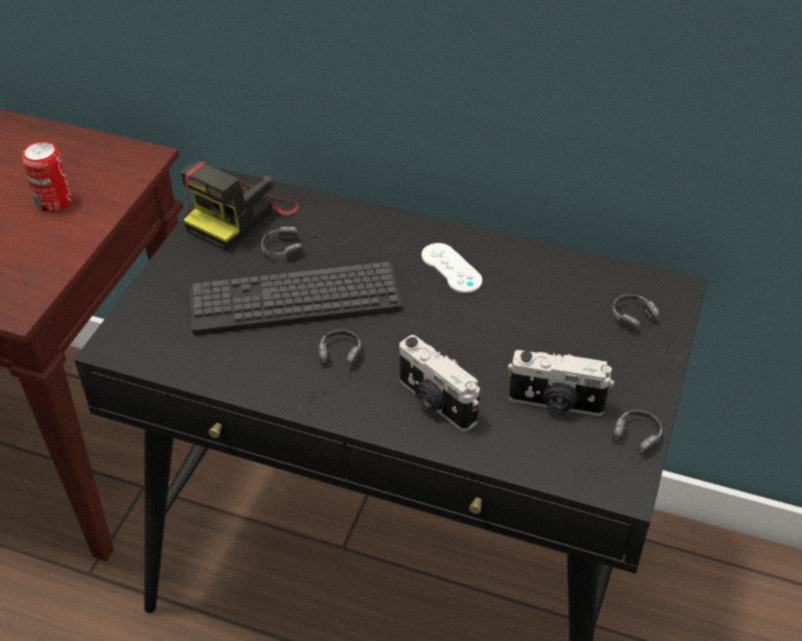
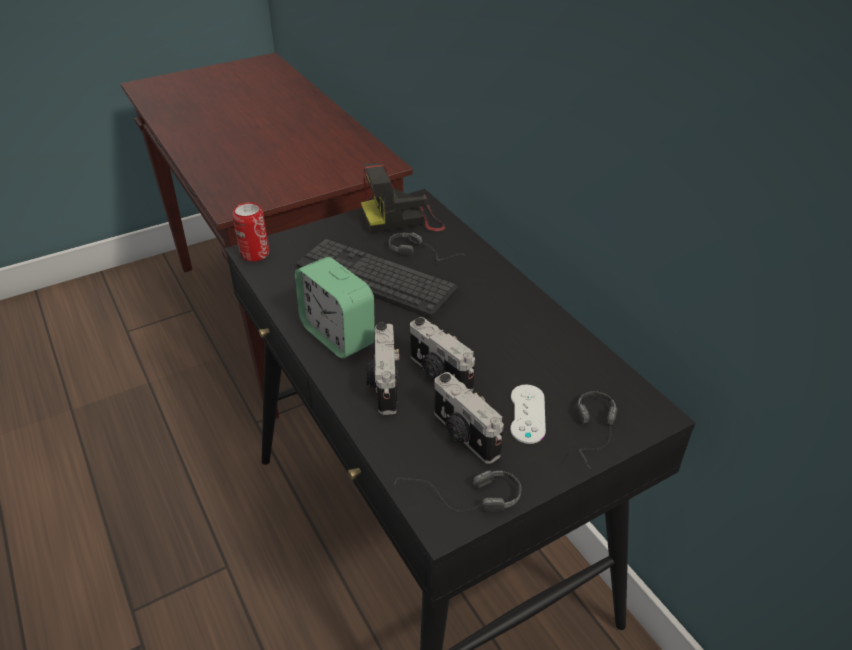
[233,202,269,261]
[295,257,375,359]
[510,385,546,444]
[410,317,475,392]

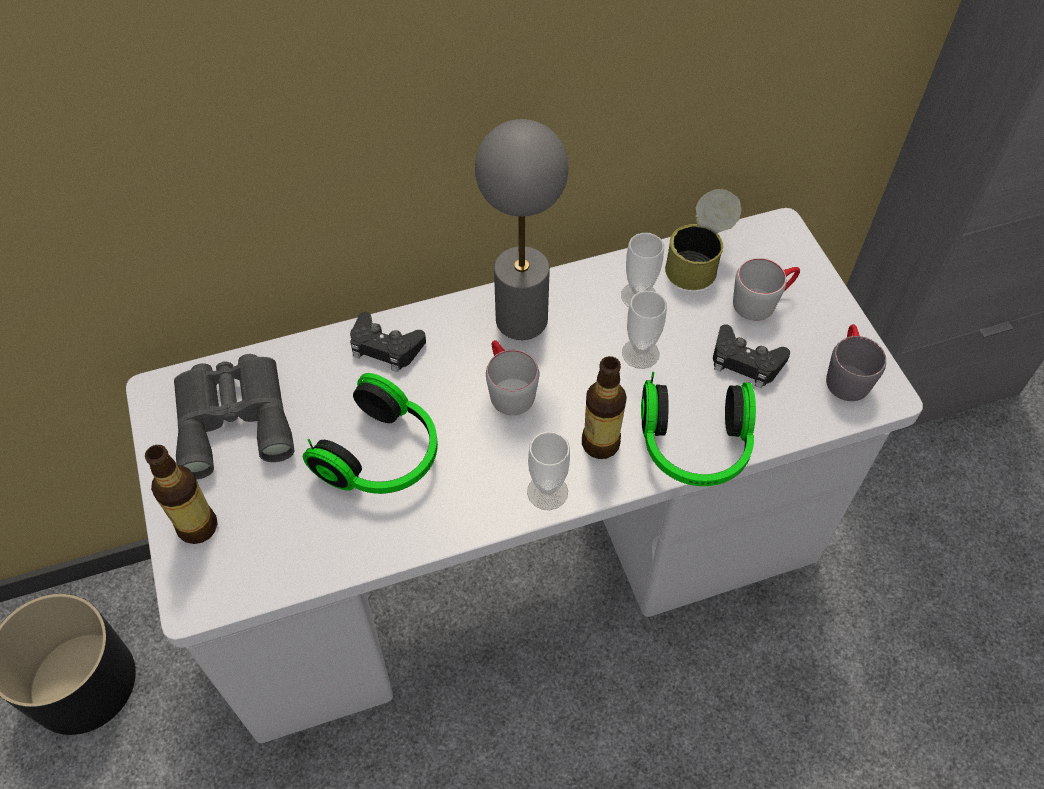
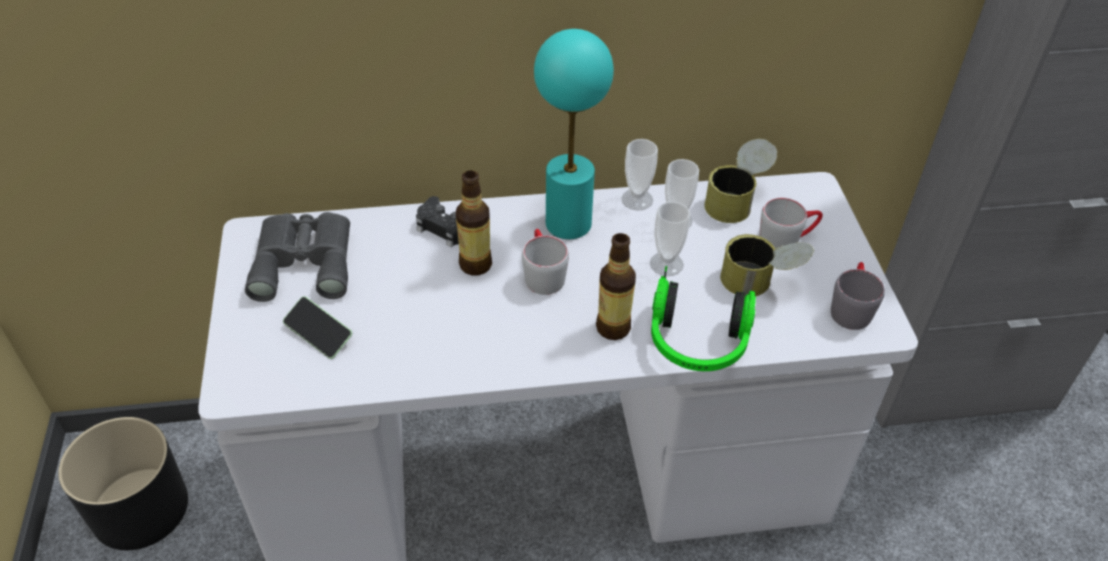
[456,170,492,275]
[303,373,438,494] (first image)
[534,29,614,239]
[621,139,658,211]
[720,234,814,296]
[283,296,352,359]

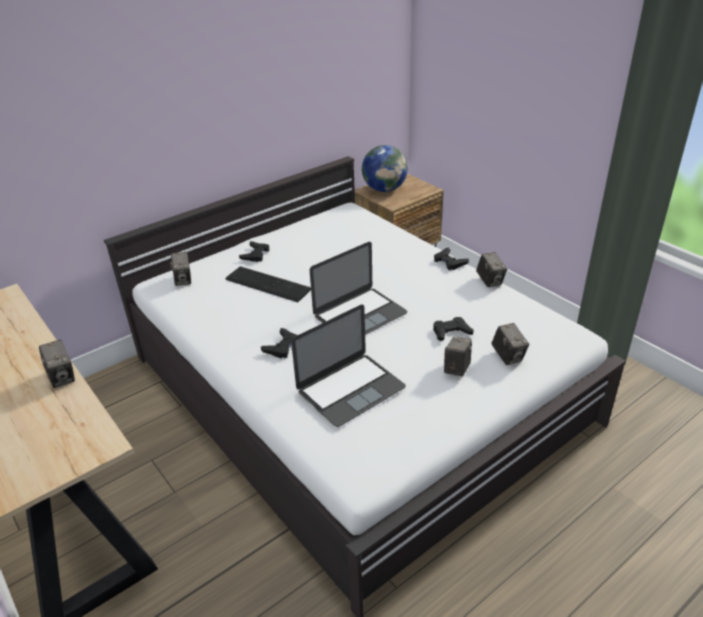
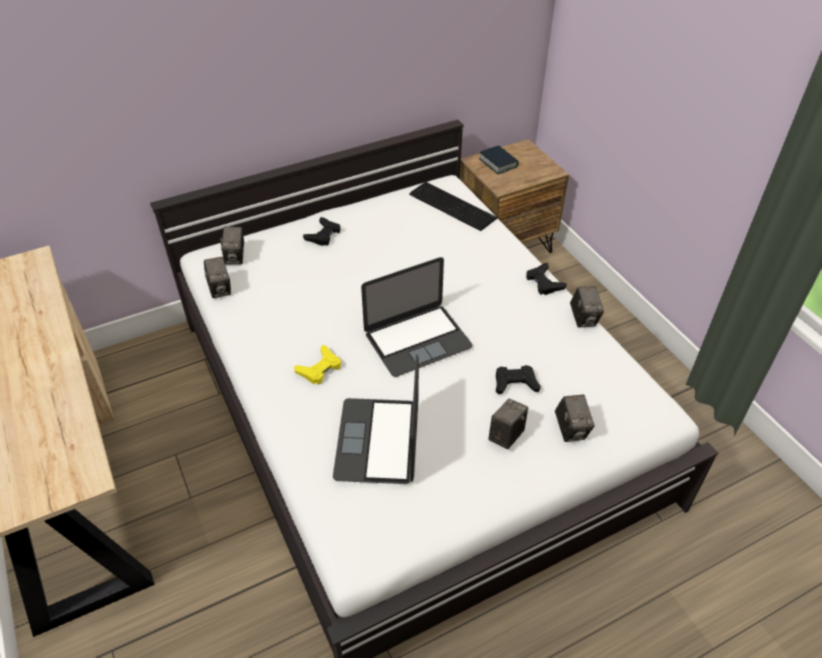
[204,257,231,298]
[409,182,498,231]
[294,345,341,385]
[333,355,419,484]
[479,145,518,174]

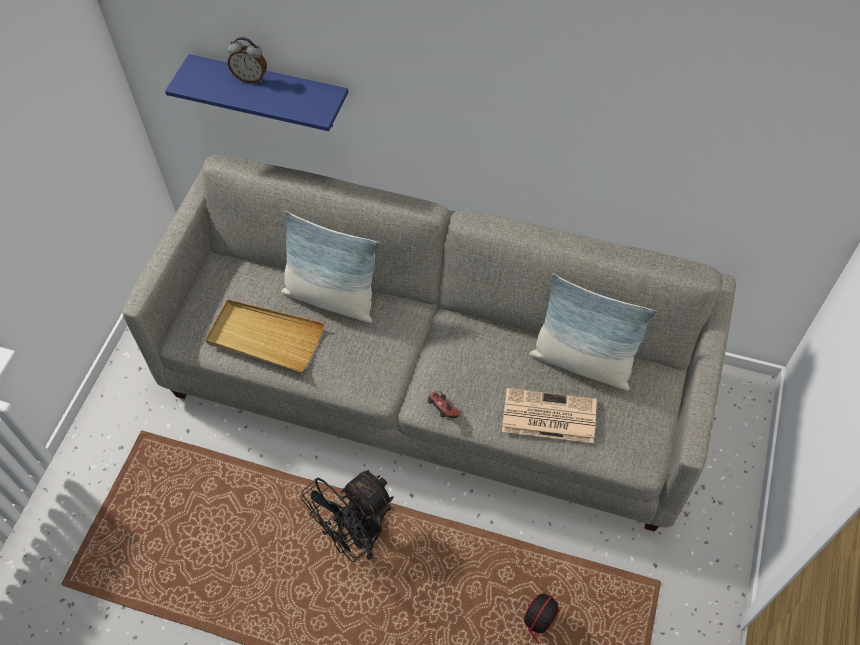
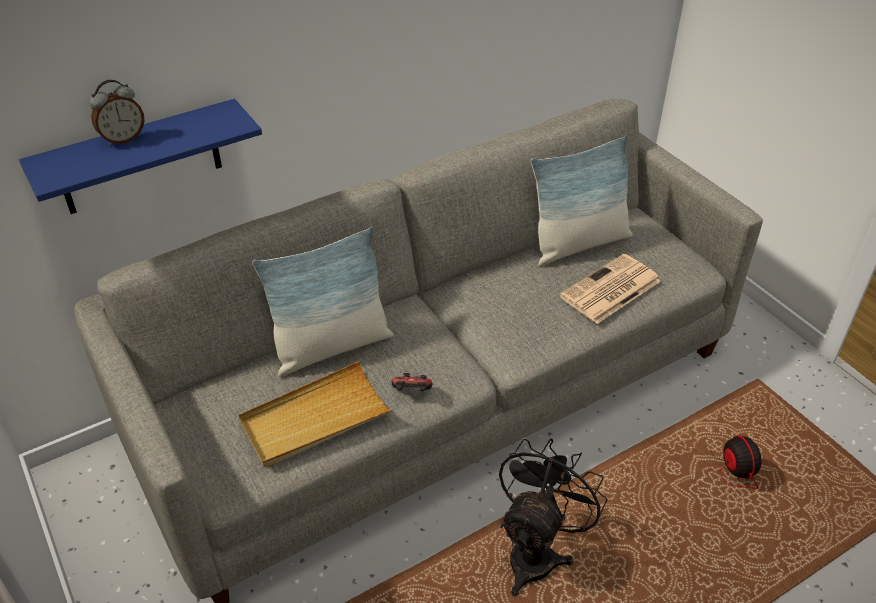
[499,439,608,596]
[392,373,432,391]

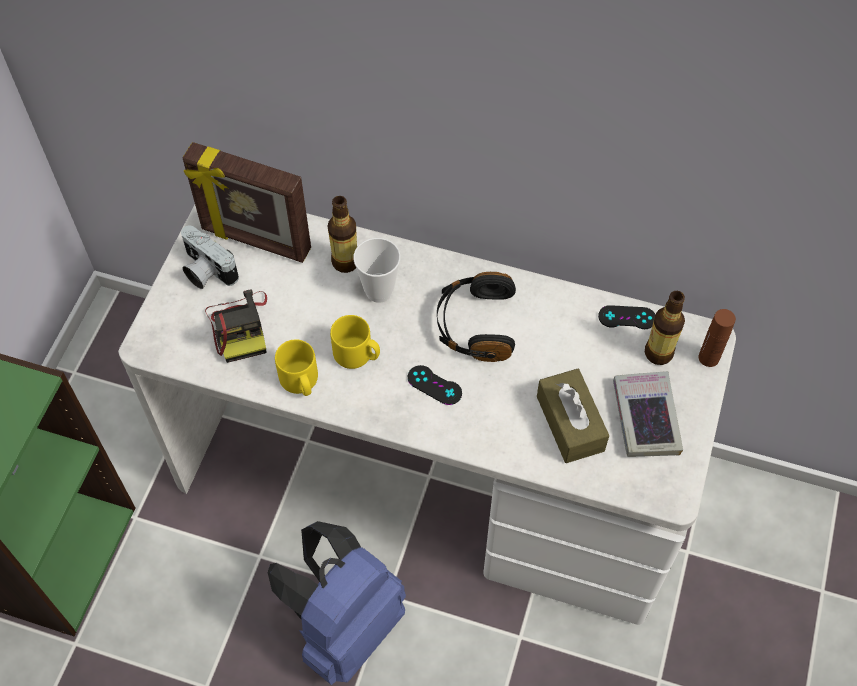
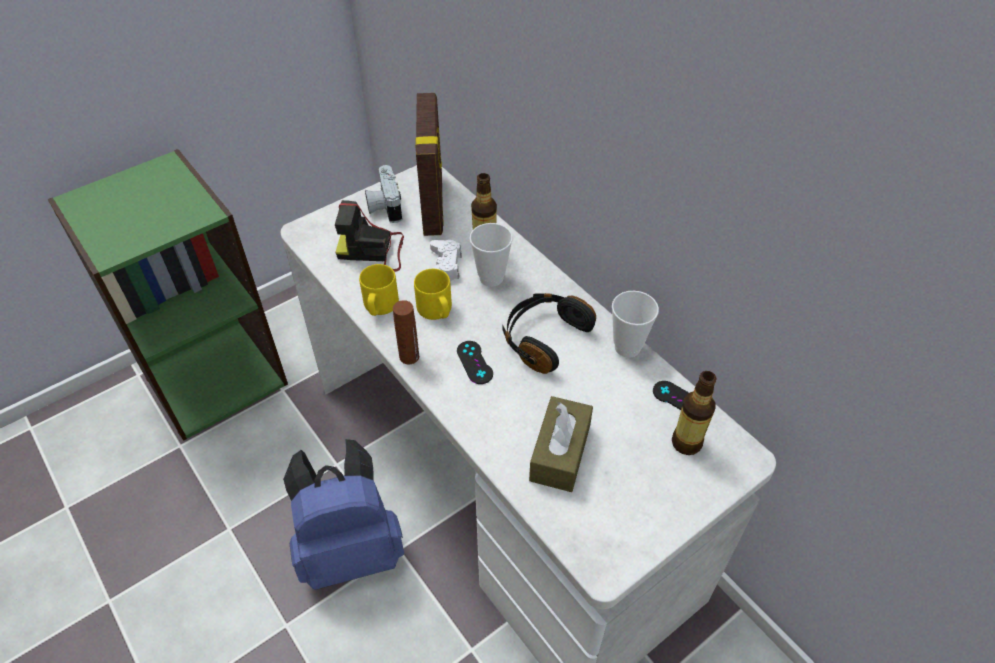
[415,93,443,236]
[335,200,404,272]
[613,371,683,457] (first image)
[393,300,419,364]
[430,240,462,281]
[612,291,659,358]

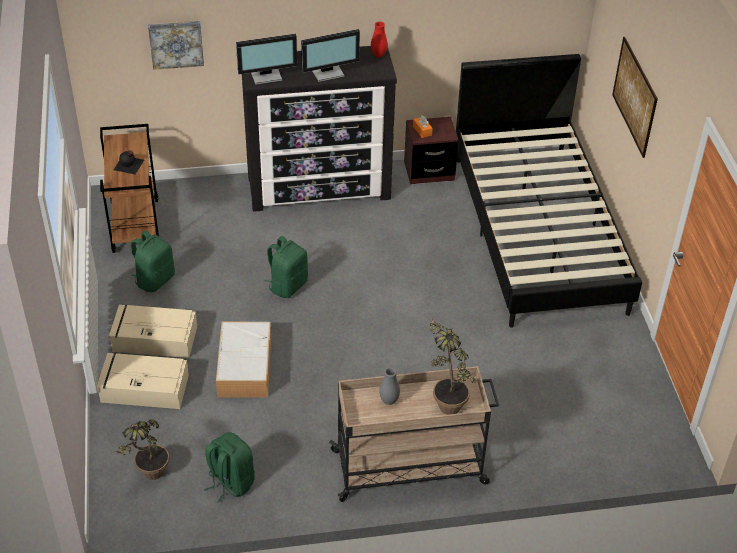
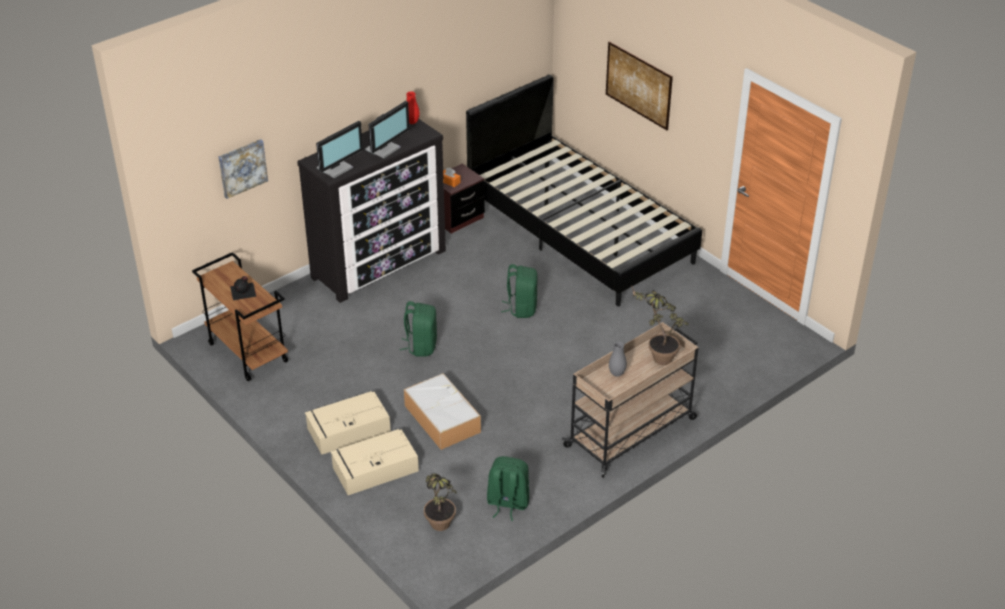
[501,264,537,318]

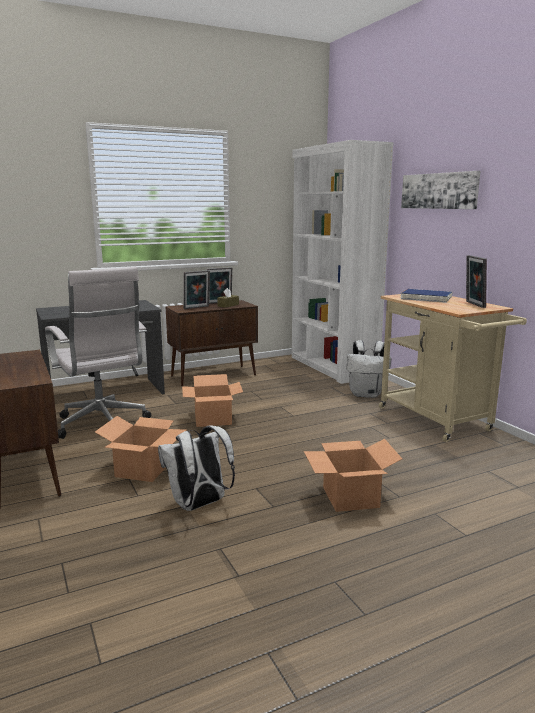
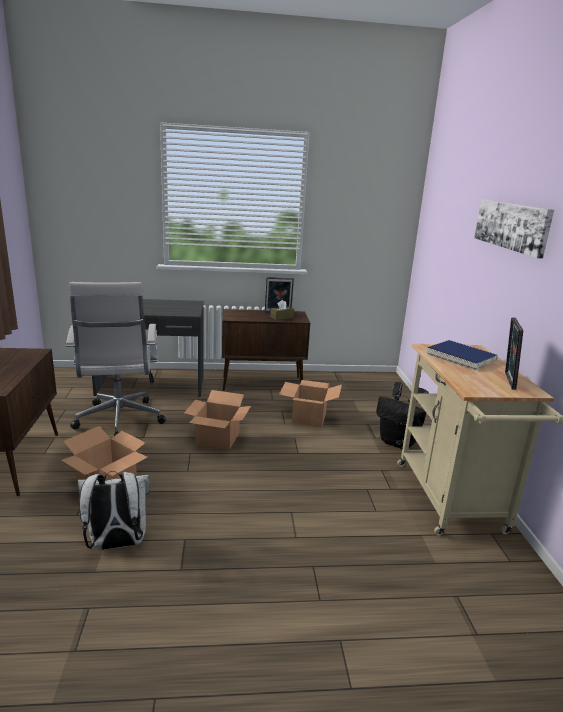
[184,270,210,309] (first image)
[292,140,393,384] (first image)
[279,380,342,428]
[376,382,429,449]

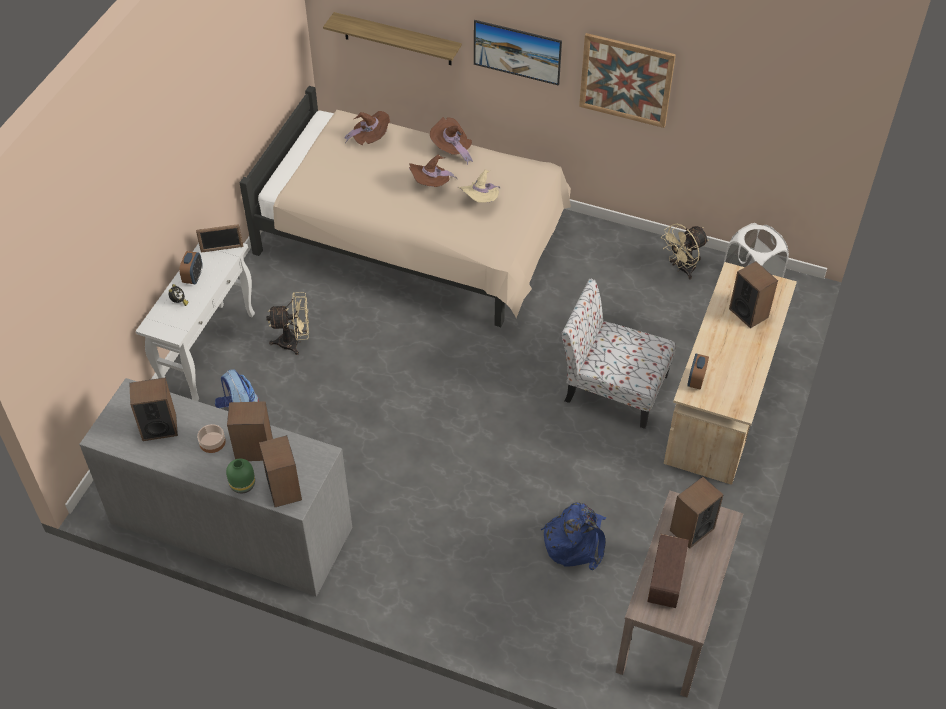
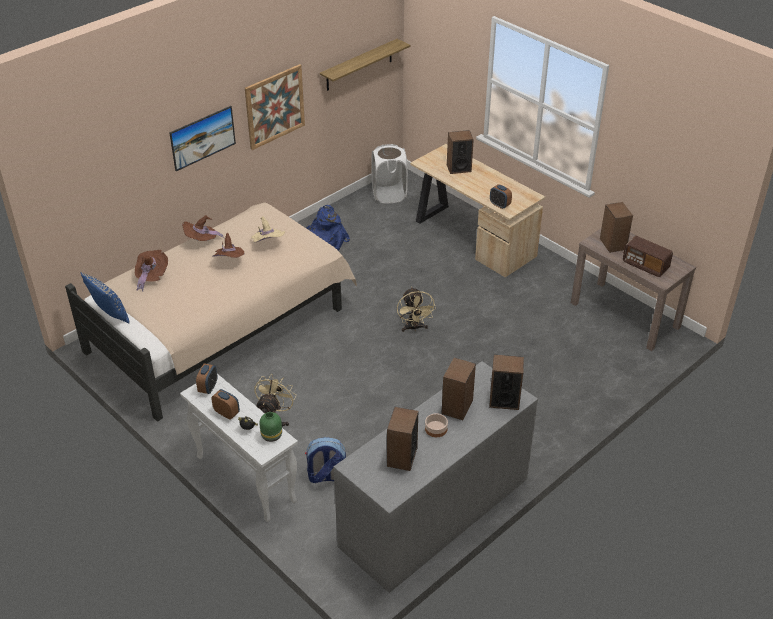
[196,363,218,394]
[259,412,282,442]
[320,39,410,91]
[306,205,350,251]
[561,279,676,429] (first image)
[397,287,436,332]
[81,273,130,324]

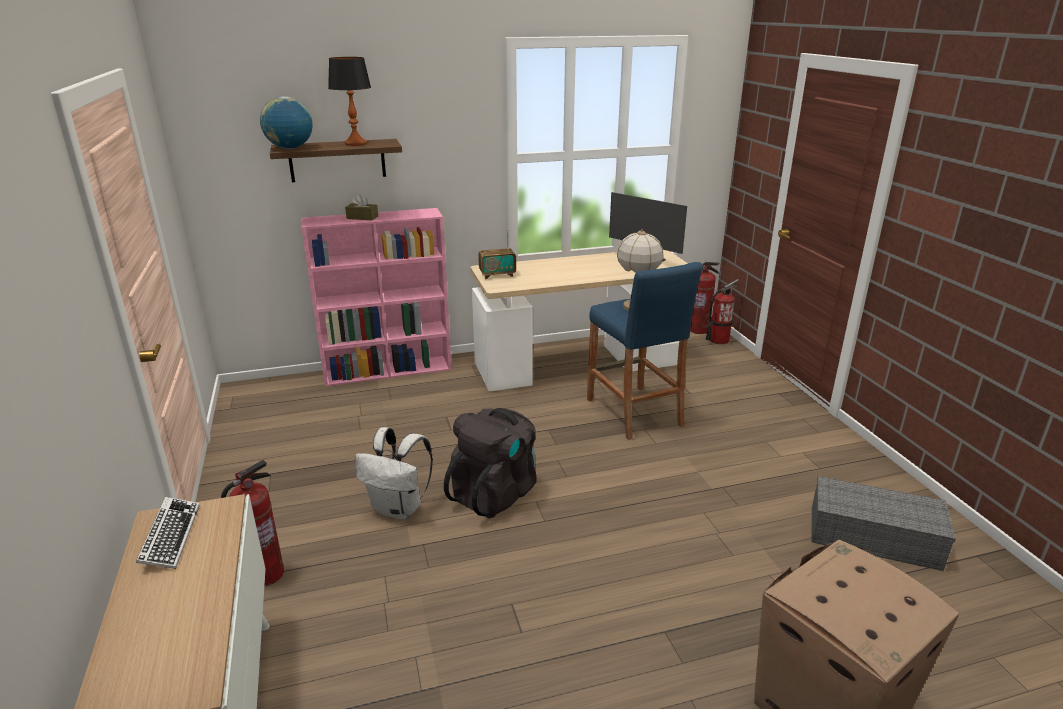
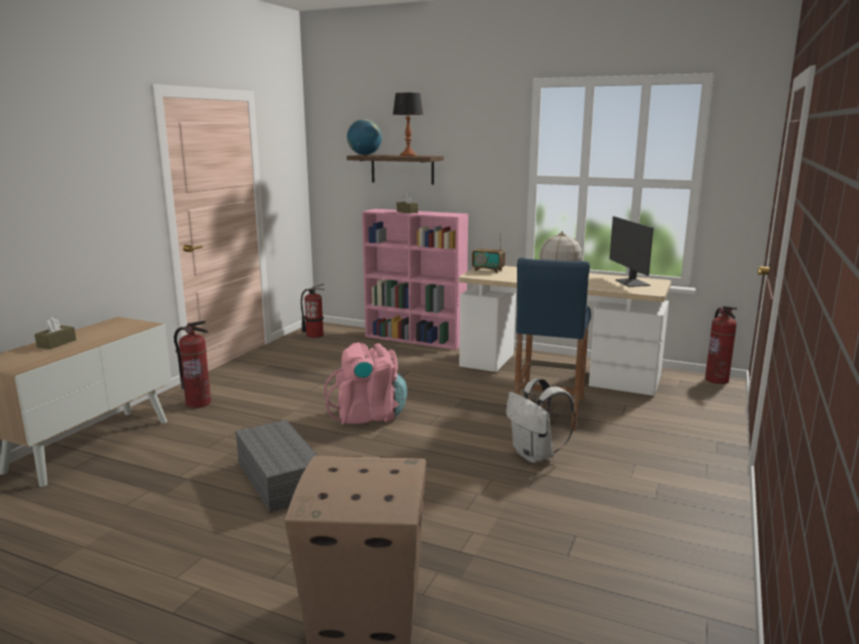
[136,497,200,569] (first image)
[506,378,576,463]
[324,342,407,425]
[301,284,325,338]
[235,420,318,513]
[35,317,76,349]

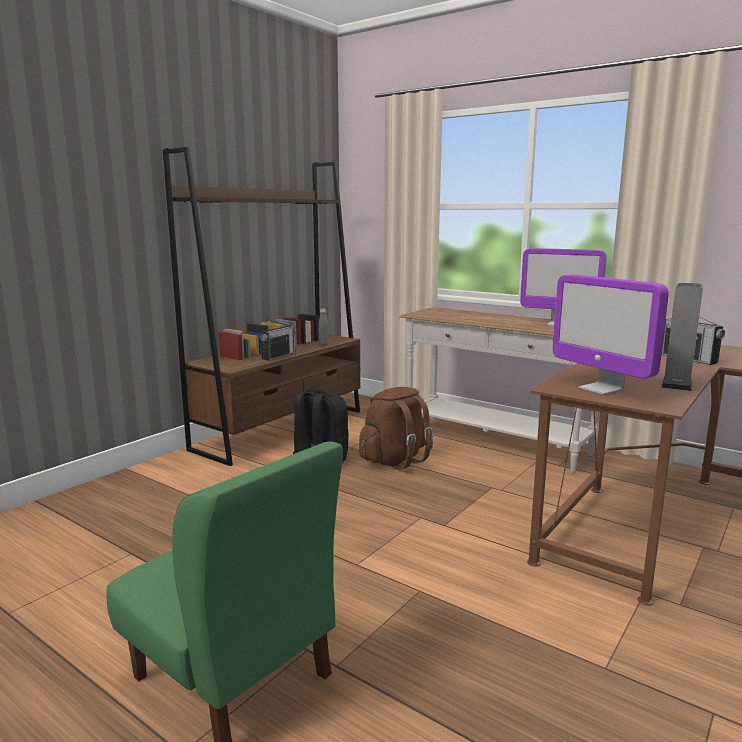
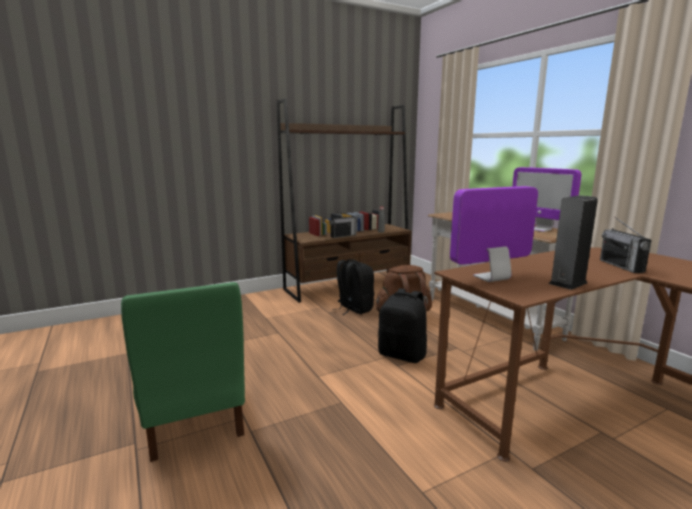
[450,186,538,282]
[378,288,427,363]

